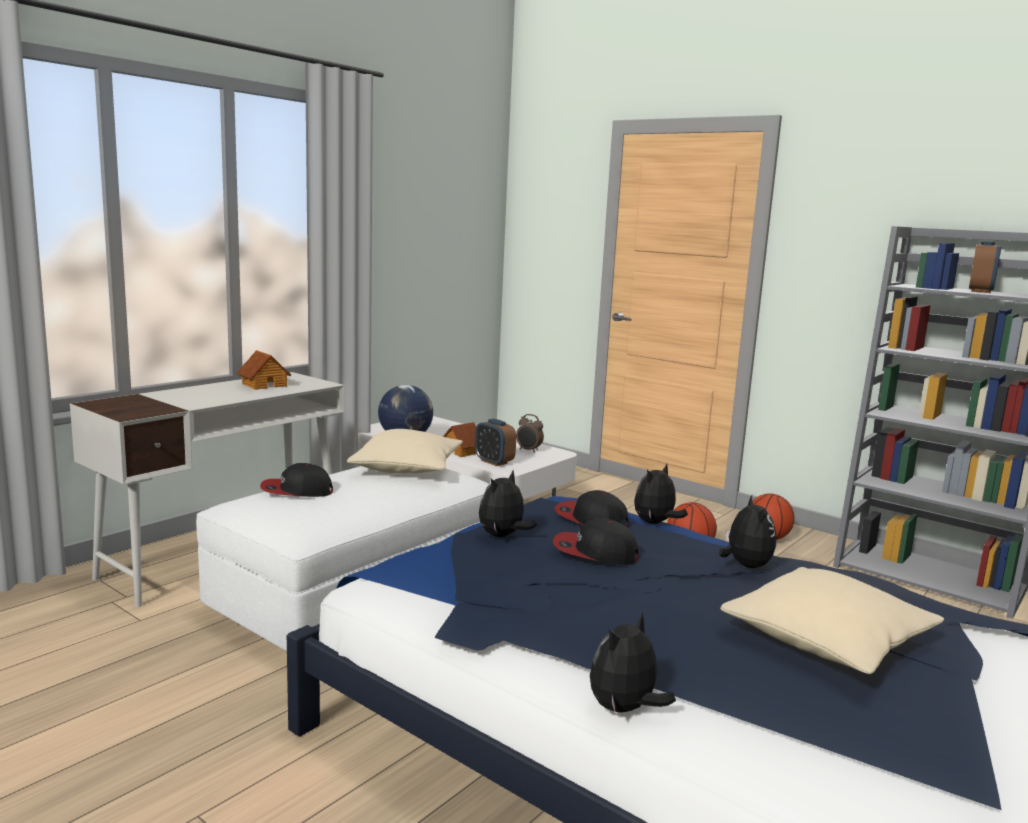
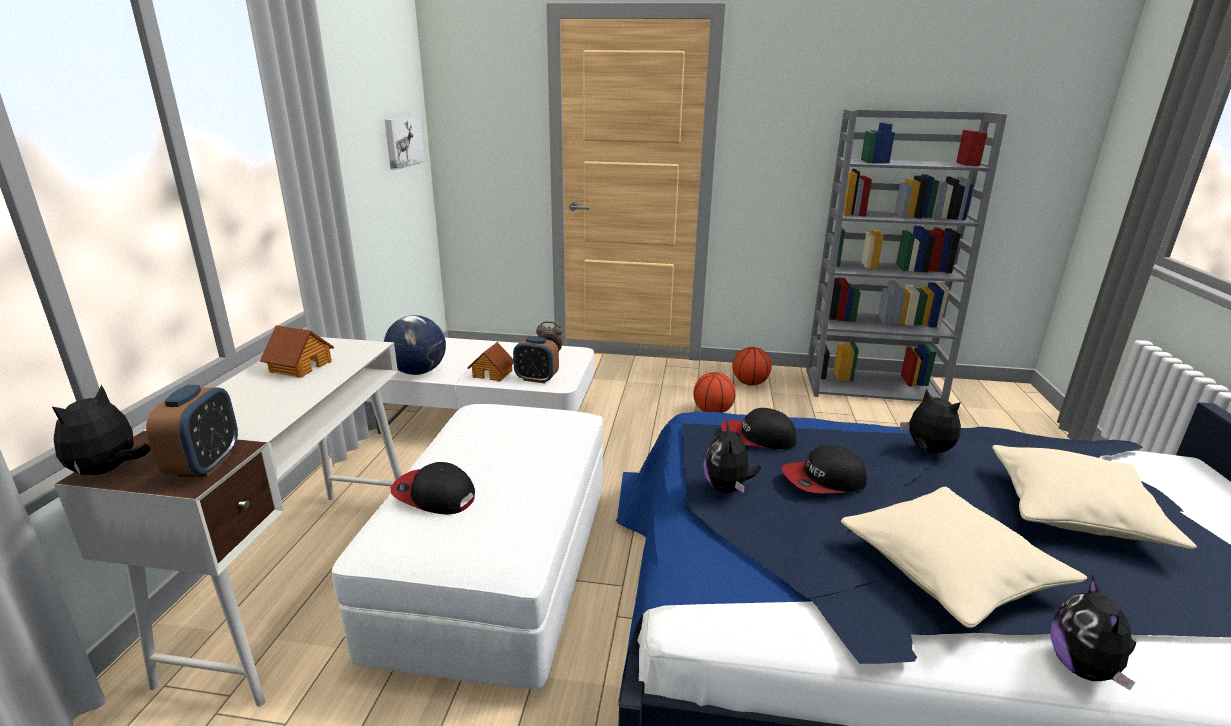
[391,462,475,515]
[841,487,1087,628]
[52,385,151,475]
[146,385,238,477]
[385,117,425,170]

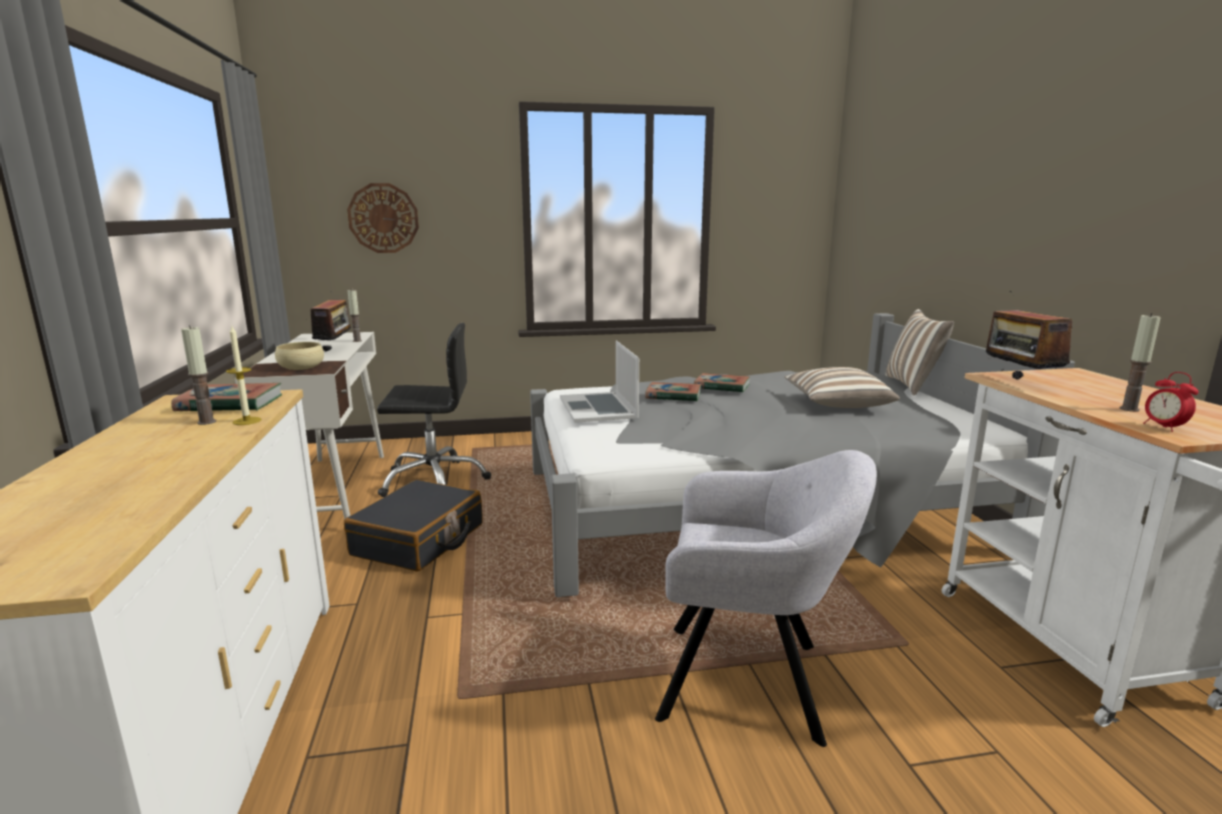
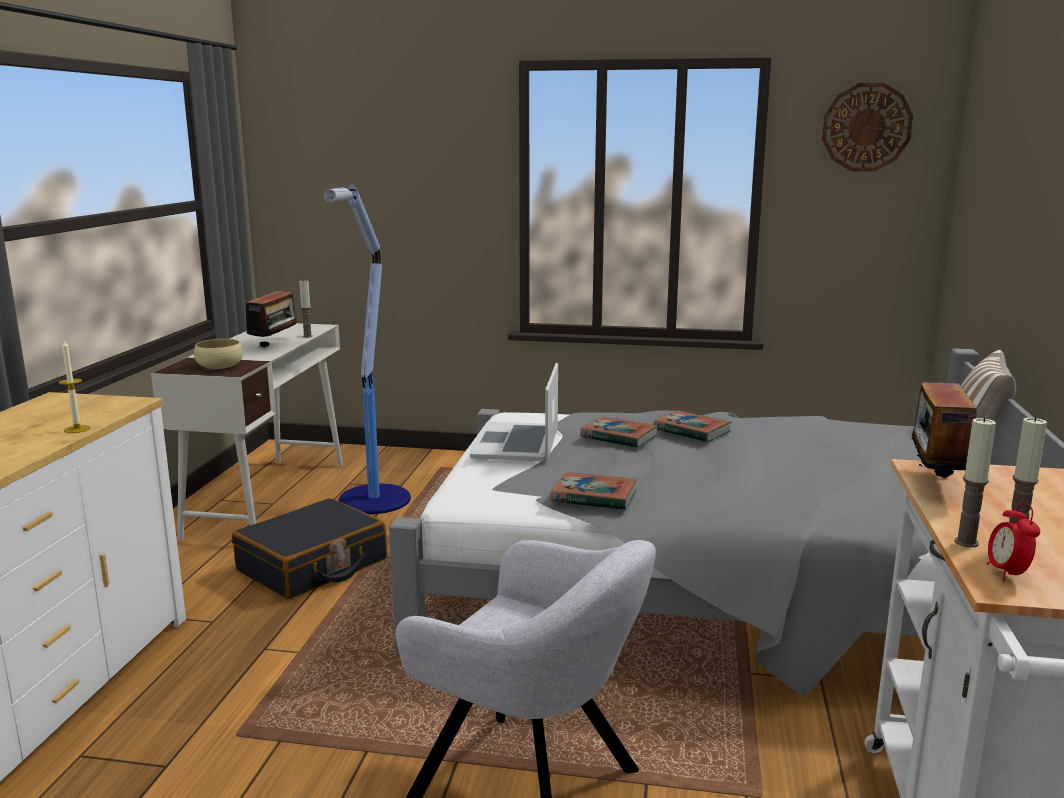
[550,472,637,510]
[954,417,996,548]
[822,83,913,172]
[324,184,411,514]
[785,367,900,408] (first image)

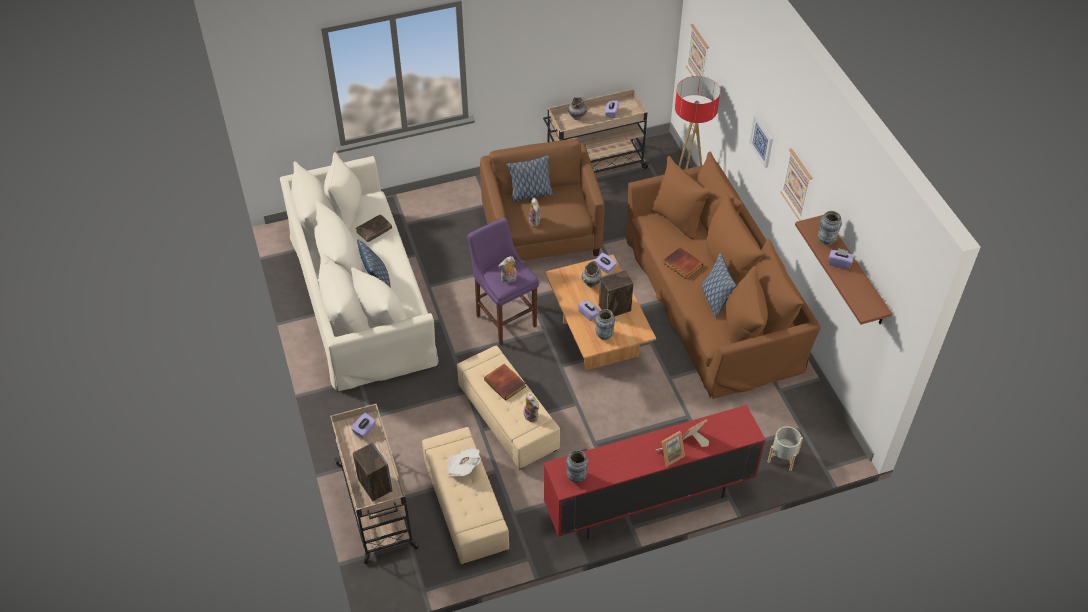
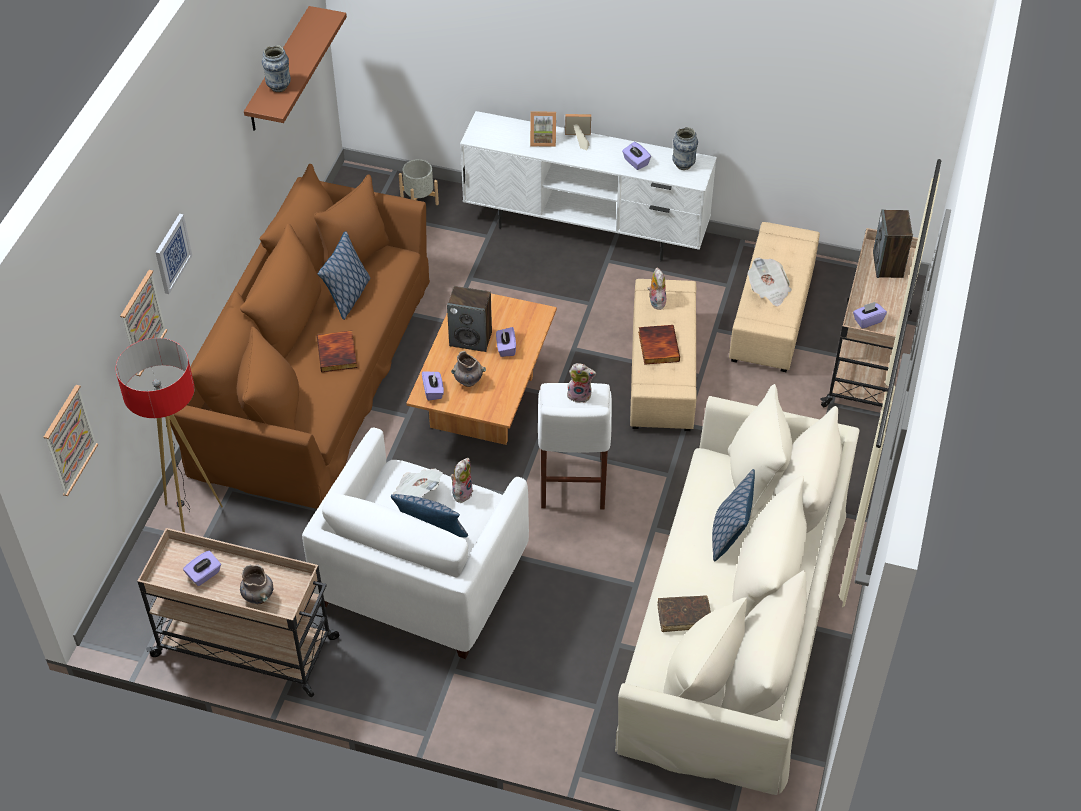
[538,383,612,509]
[302,428,529,659]
[460,111,717,261]
[595,309,615,340] (first image)
[120,270,167,376]
[622,142,651,170]
[393,468,443,498]

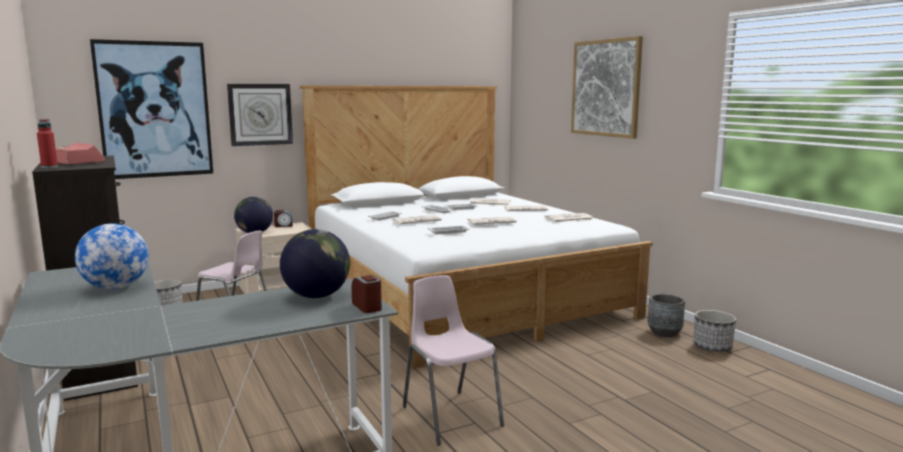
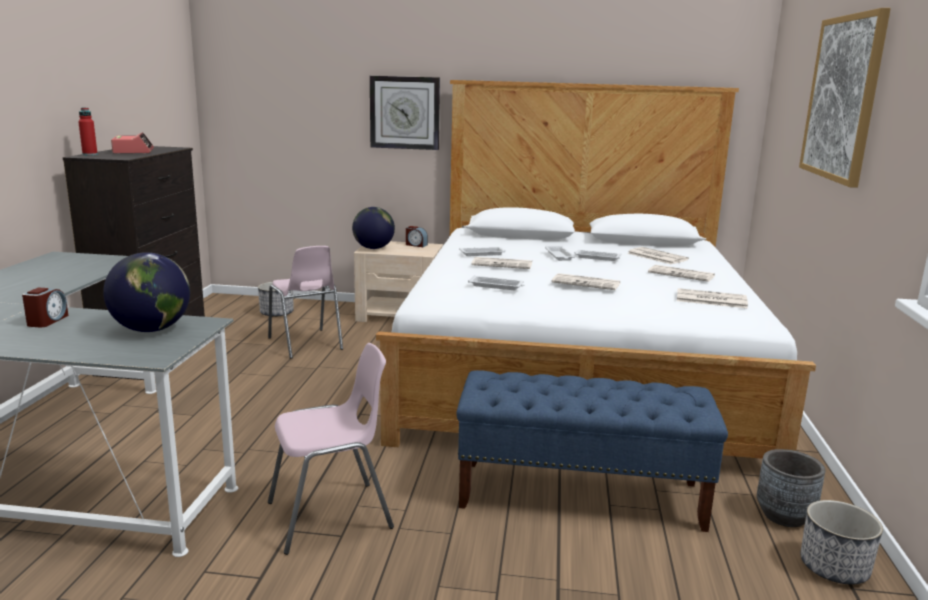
[75,223,149,289] (first image)
[90,39,213,179] (first image)
[22,287,69,327]
[268,343,394,555]
[456,370,728,532]

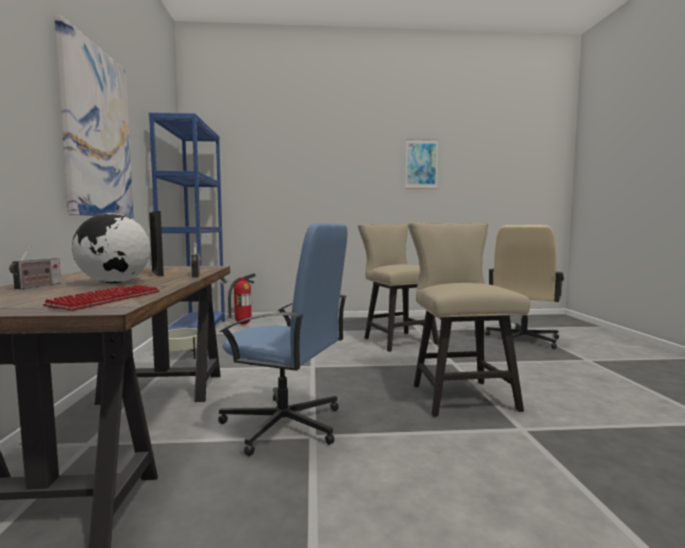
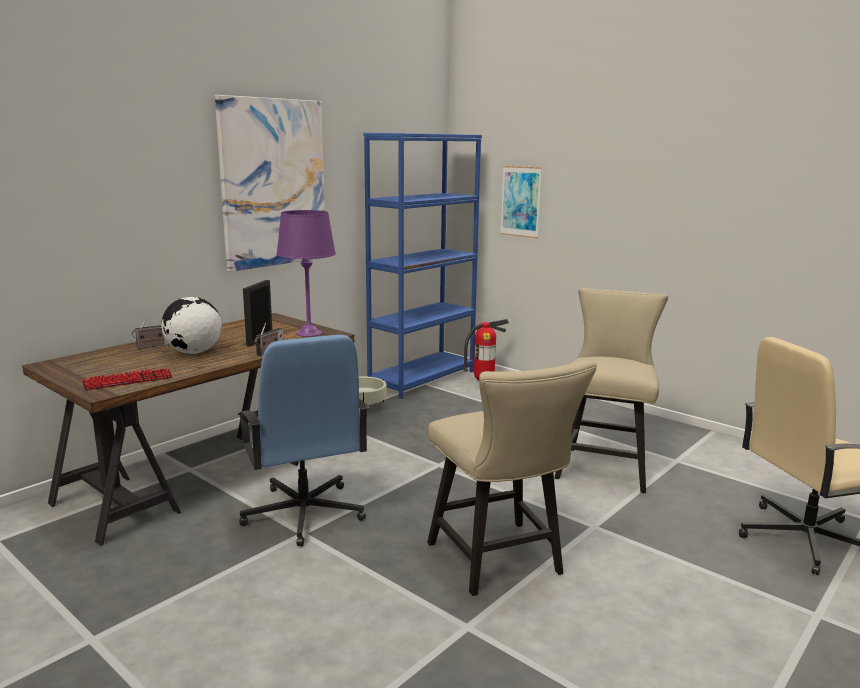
[500,166,542,238]
[427,360,597,596]
[276,210,336,337]

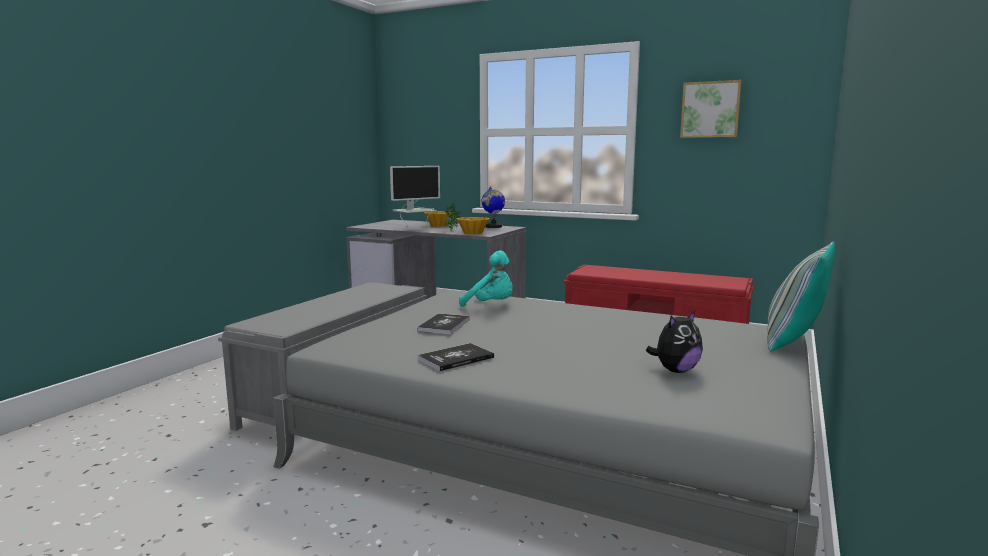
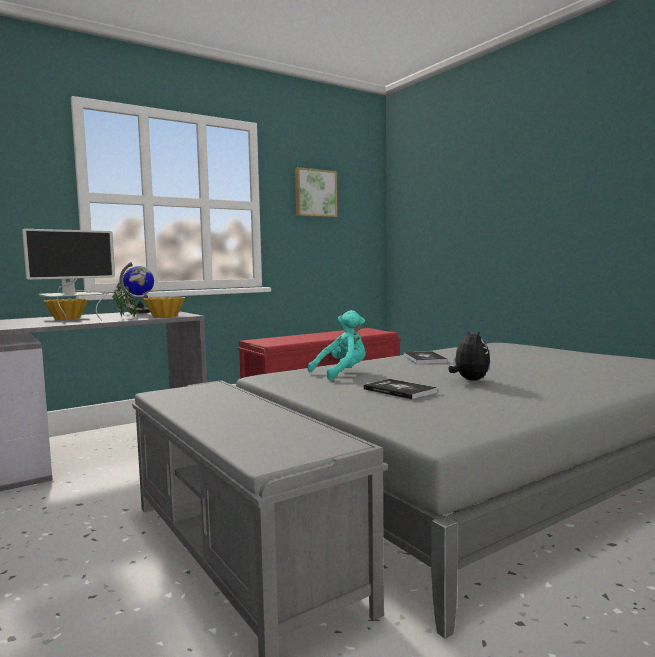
[22,229,115,321]
[404,351,448,364]
[449,330,490,381]
[767,241,835,352] (first image)

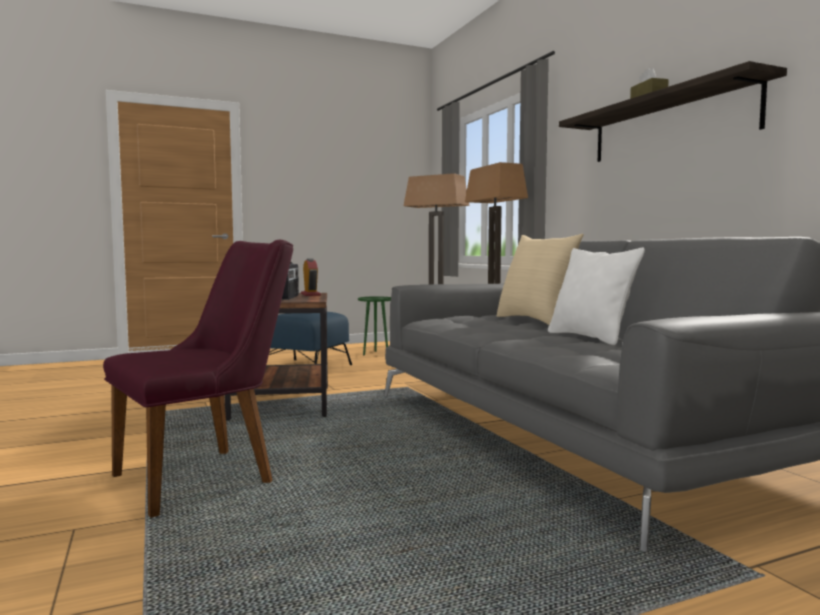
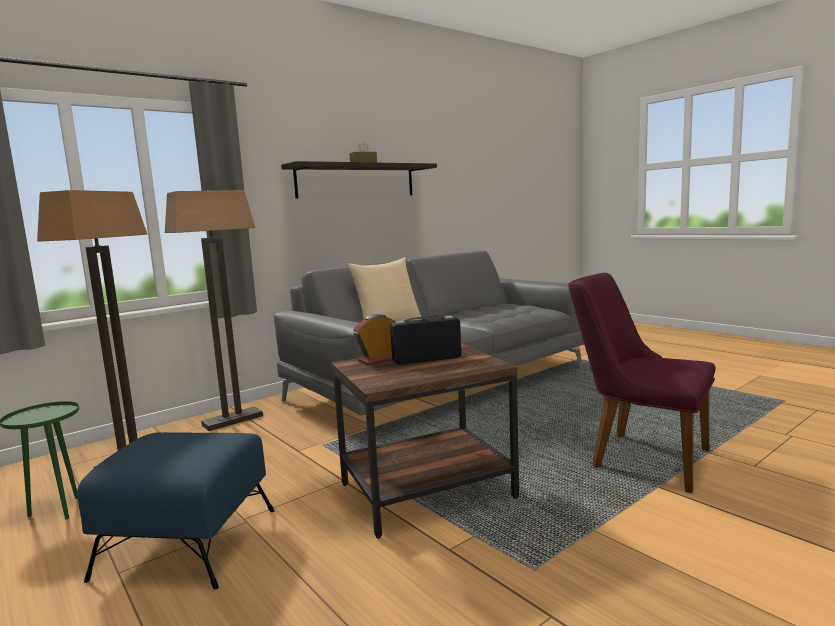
[548,248,645,345] (first image)

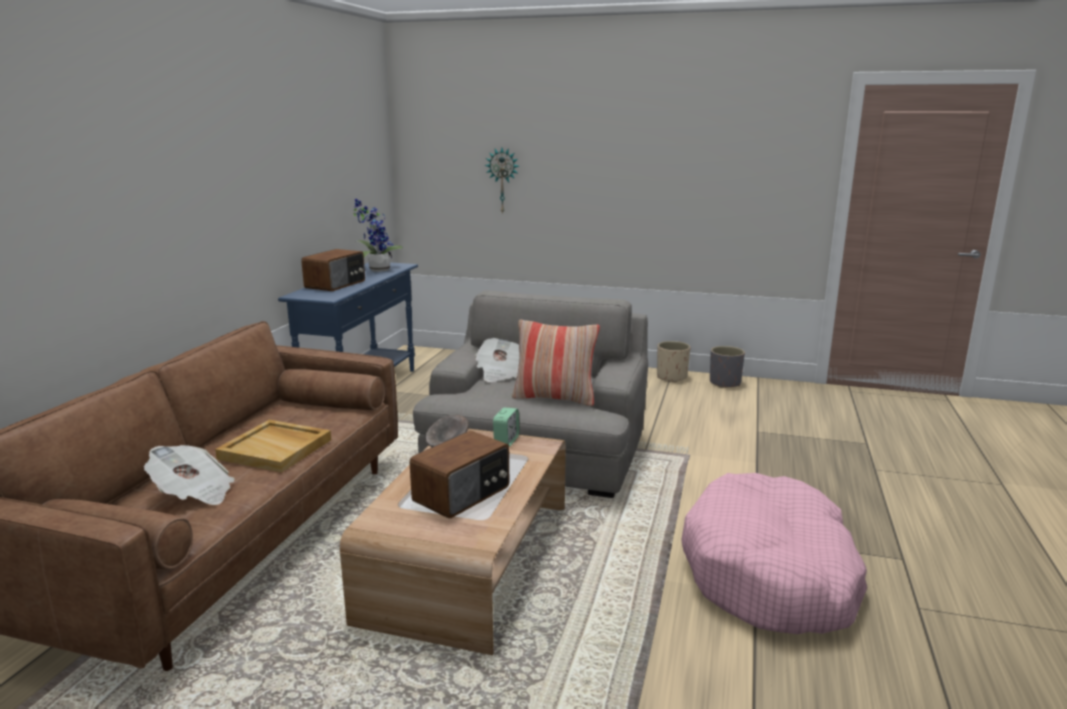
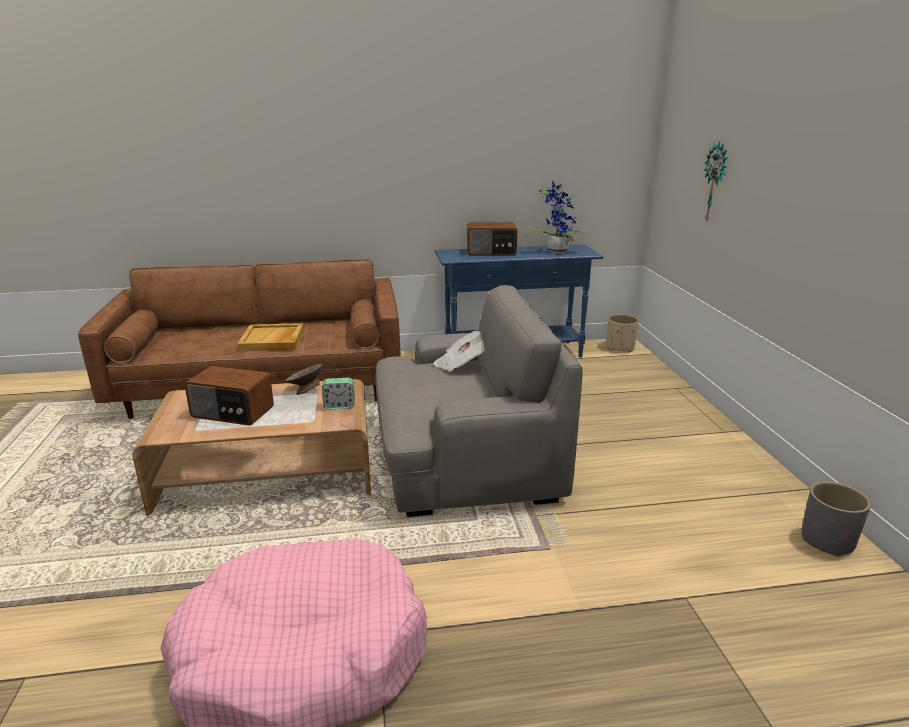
[144,445,234,505] (first image)
[512,320,600,406] (first image)
[606,314,639,353]

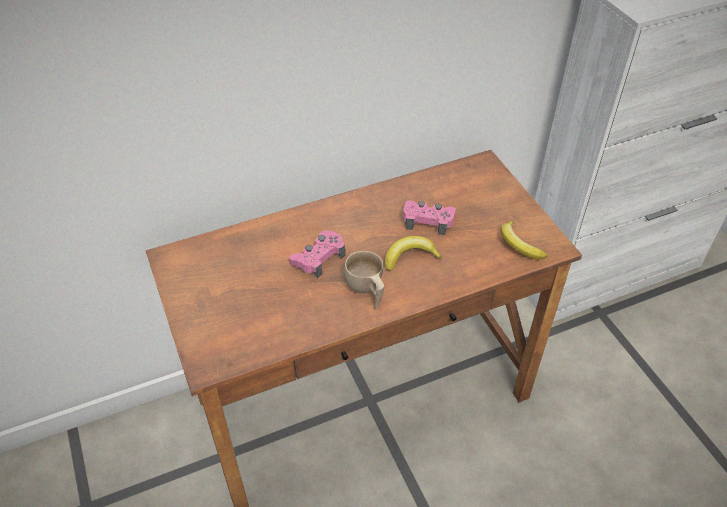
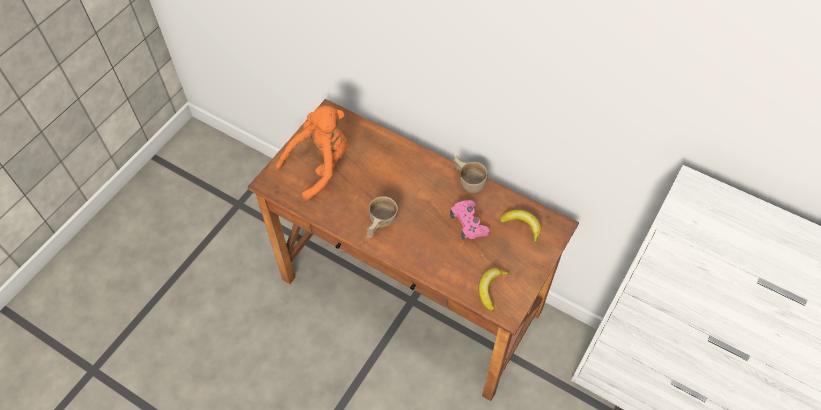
[289,231,346,278] (first image)
[499,210,541,245]
[275,105,348,201]
[454,156,488,193]

